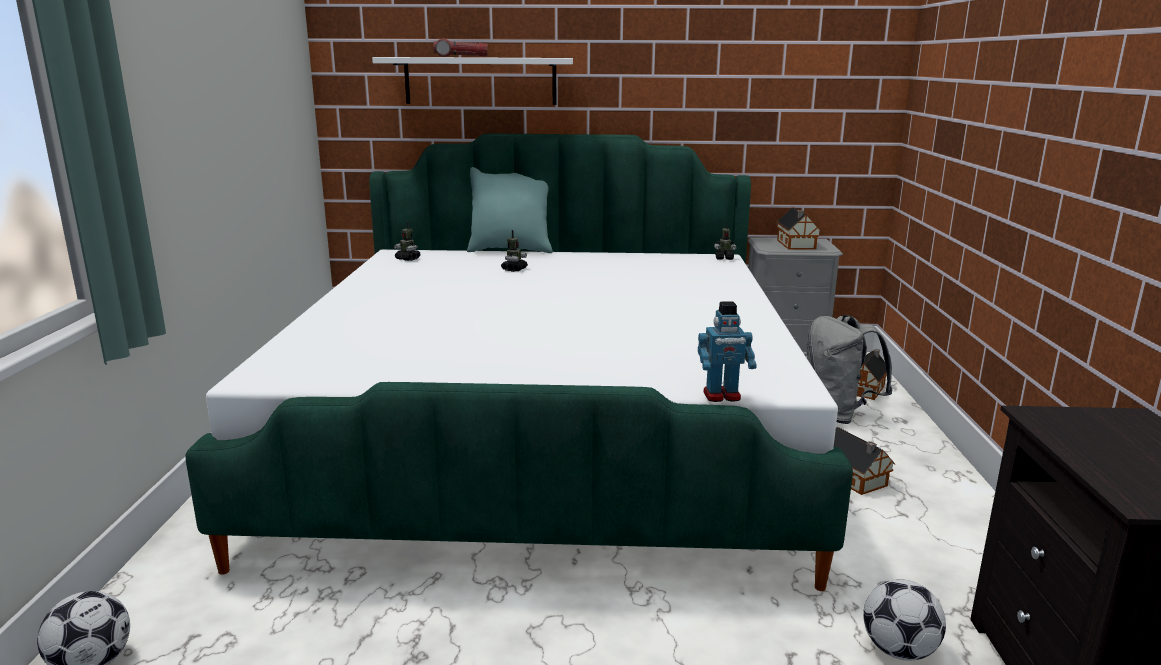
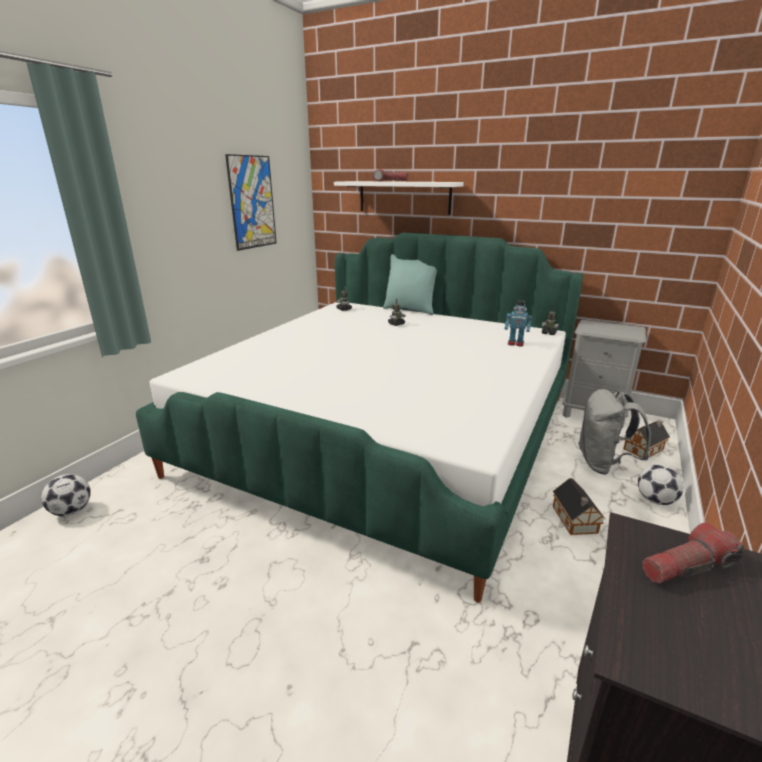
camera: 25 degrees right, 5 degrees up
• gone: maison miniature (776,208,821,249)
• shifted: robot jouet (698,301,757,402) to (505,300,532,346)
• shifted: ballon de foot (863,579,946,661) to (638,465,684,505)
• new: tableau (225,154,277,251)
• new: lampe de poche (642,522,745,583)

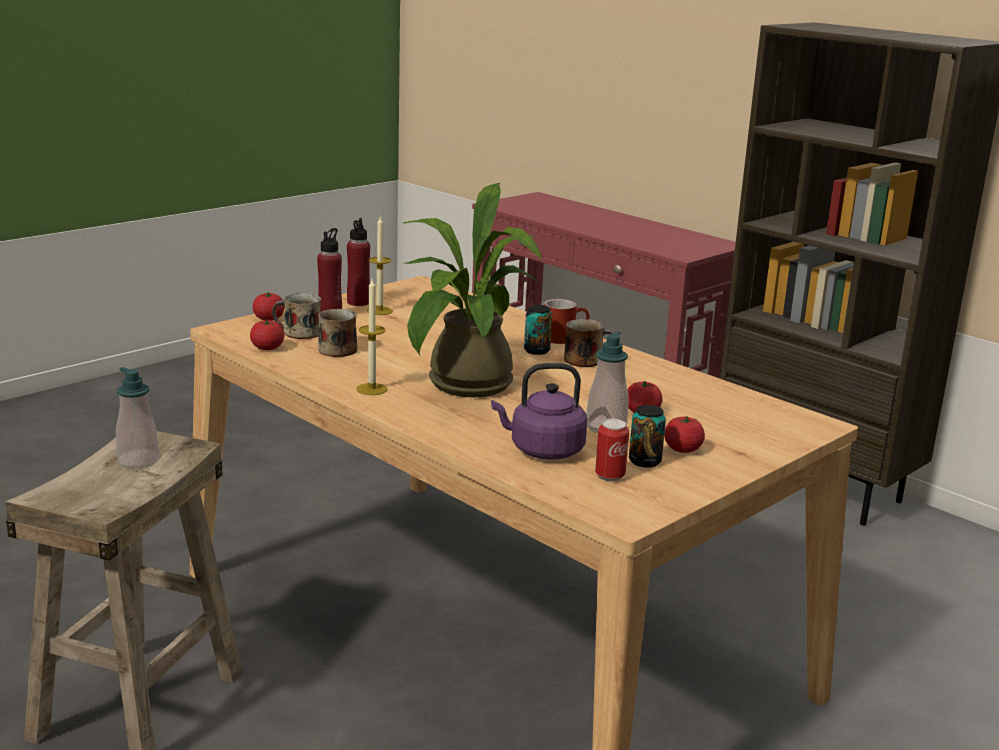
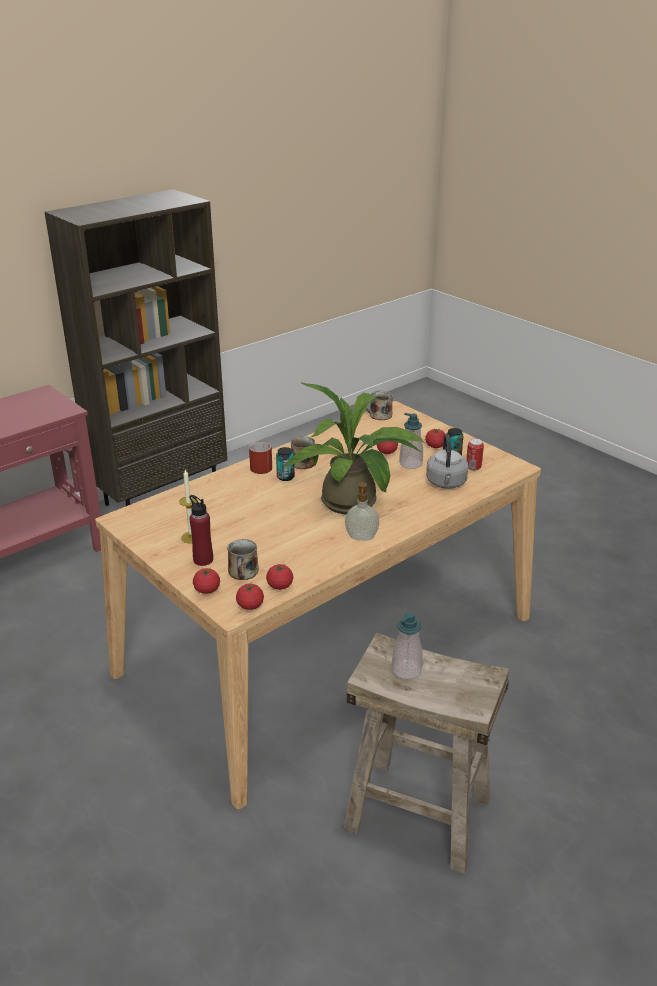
camera: 85 degrees left, 10 degrees up
• gone: bouteille [rouge] (347,218,370,306)
• swapped: bougie (356,277,387,395) to distributeur de savon (345,482,379,540)
• shifted: mug (318,309,357,357) to (366,391,393,420)
• repainted: bouilloire [violet] (491,363,587,460) to bouilloire [gris] (426,433,468,489)
• new: tomate (236,583,264,610)

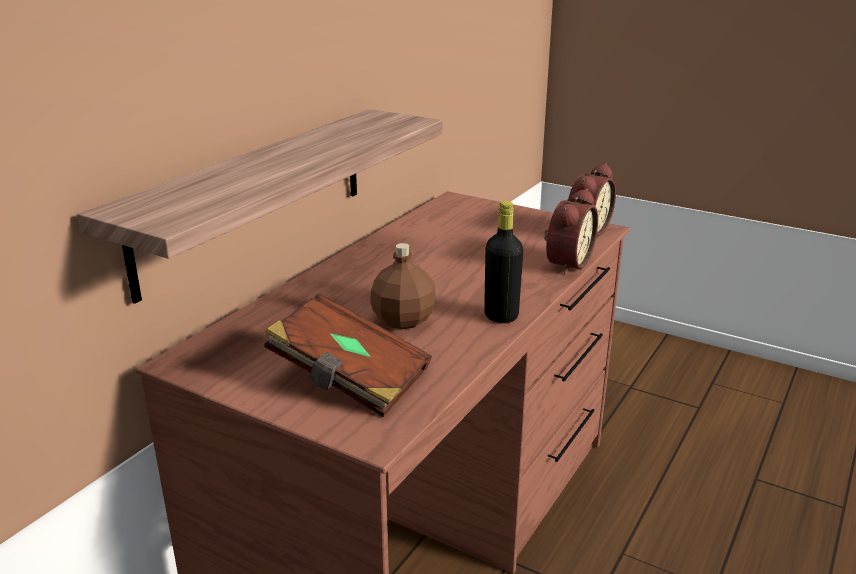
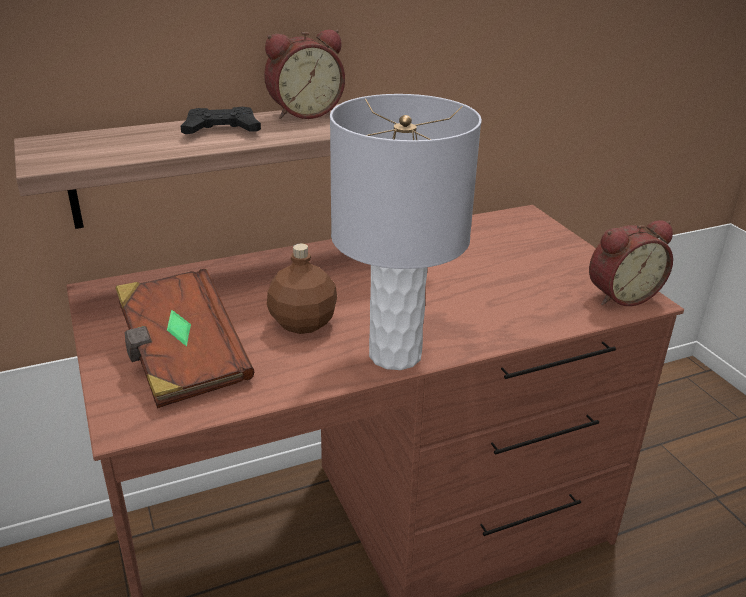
camera: 35 degrees right, 5 degrees up
• shifted: réveil (544,189,598,274) to (264,29,345,119)
• swapped: bouteille [noir] (484,201,523,323) to lampe de table [gris] (330,94,482,370)
• new: manette [noir] (181,107,261,134)

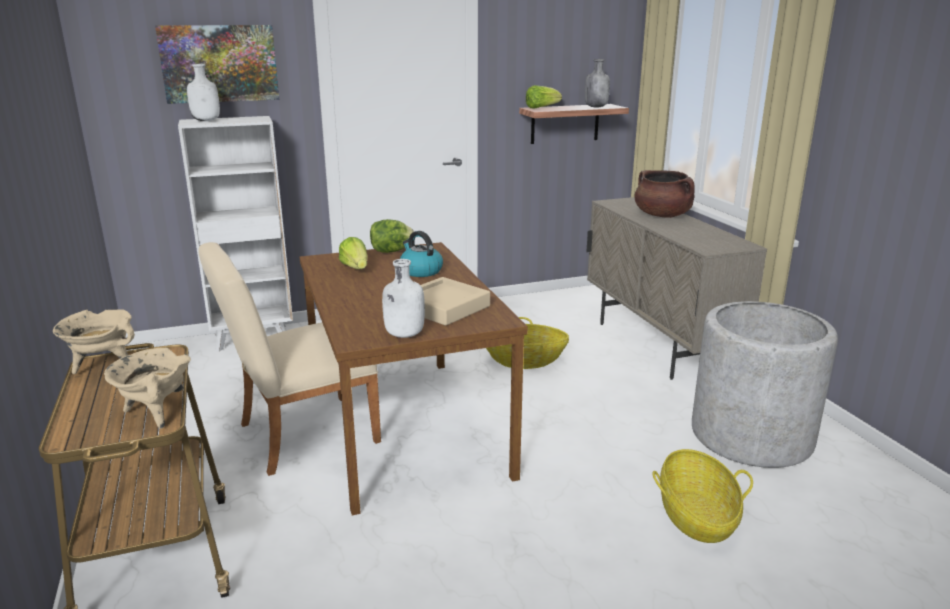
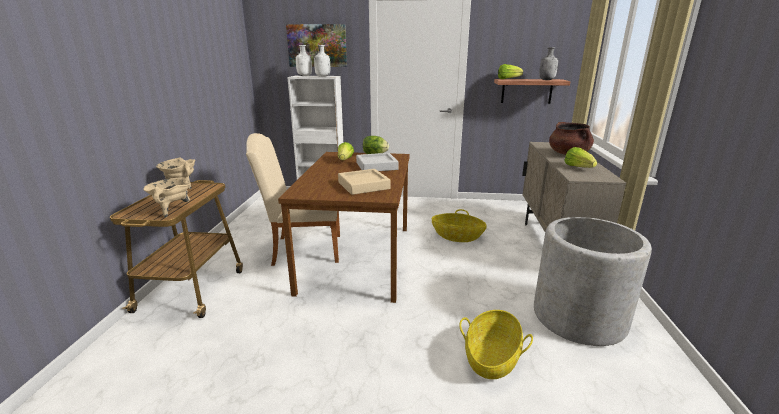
camera: 25 degrees right, 0 degrees up
• swapped: bouilloire (400,231,443,277) to plateau [gris] (356,153,399,171)
• shifted: bouteille [blanc] (382,259,425,338) to (314,45,330,77)
• new: laitue (564,147,597,168)

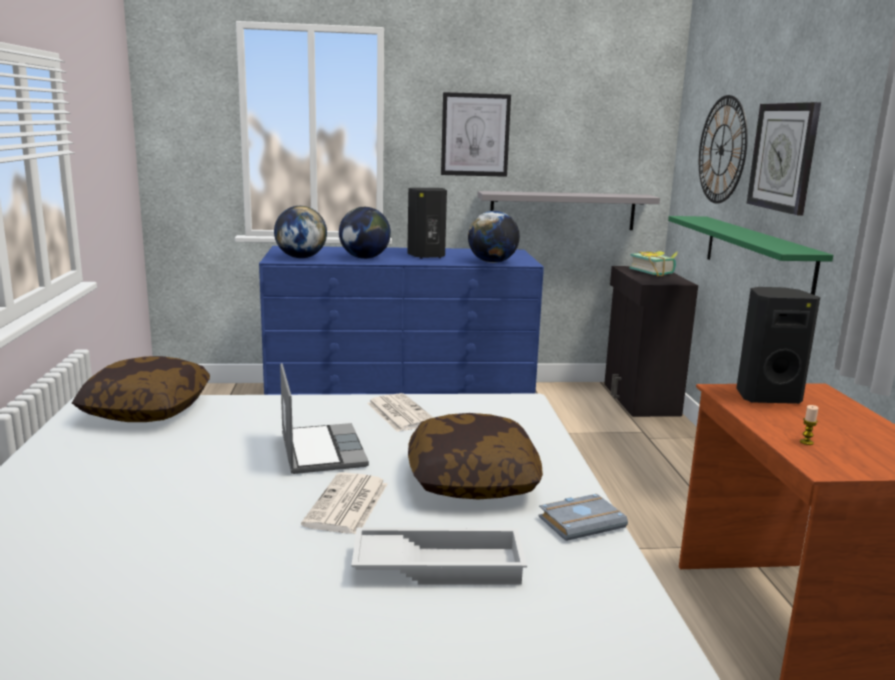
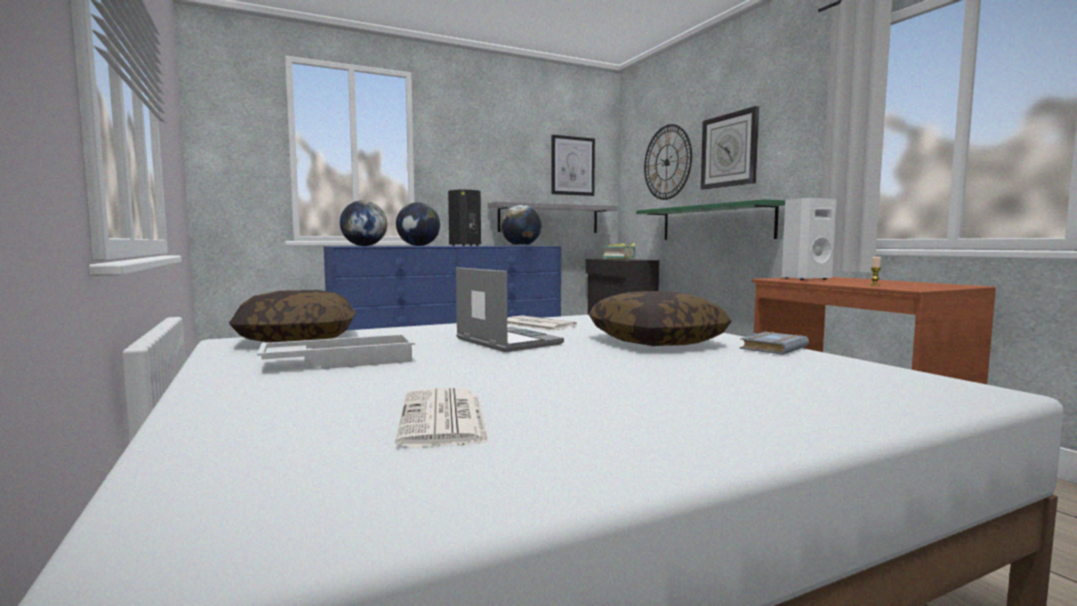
camera: 20 degrees left, 10 degrees down
• shifted: tableau (441,92,511,177) to (551,135,595,196)
• repainted: enceinte [noir] (736,287,820,404) to enceinte [blanc] (782,198,837,280)
• shifted: journal (301,472,387,534) to (395,388,489,447)
• shifted: plateau [blanc] (351,528,527,585) to (257,334,415,369)

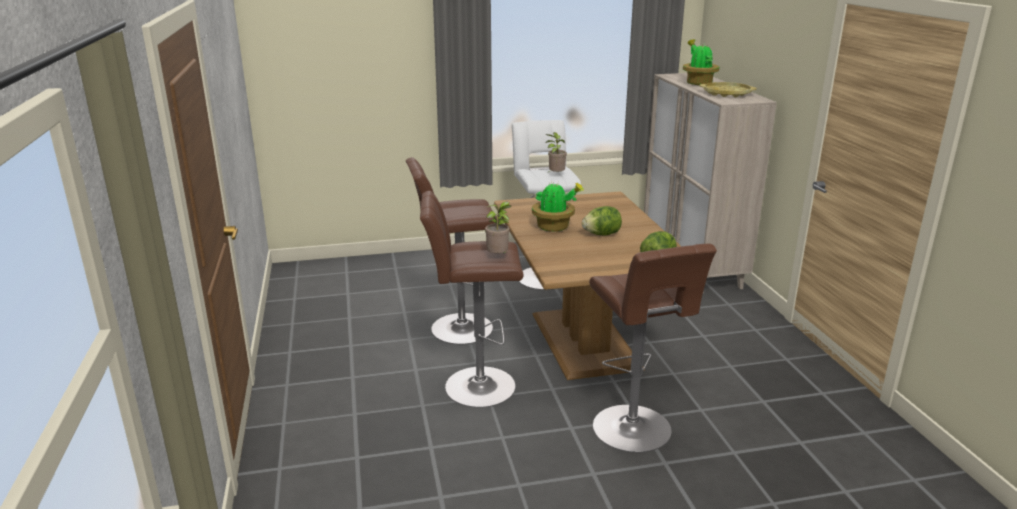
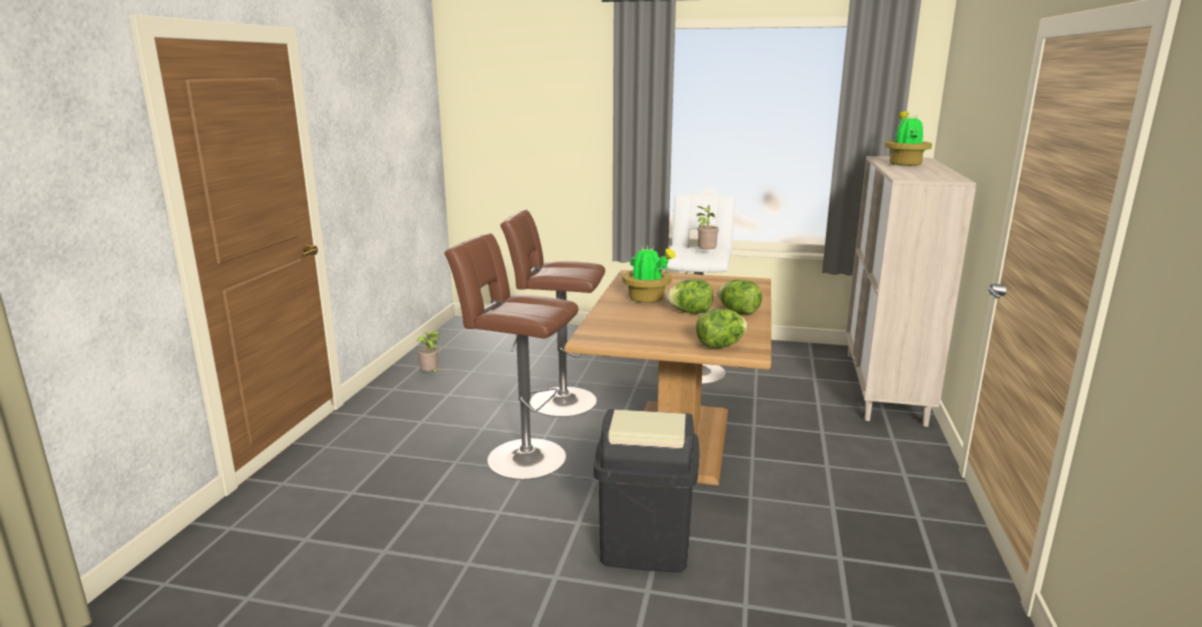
camera: 25 degrees right, 5 degrees down
• gone: plateau [jaune] (700,82,757,97)
• shifted: plante en pot (485,202,511,254) to (417,331,442,372)
• swapped: tabouret [marron] (589,244,717,453) to poubelle [noir] (594,409,700,572)
• new: laitue (717,279,762,314)

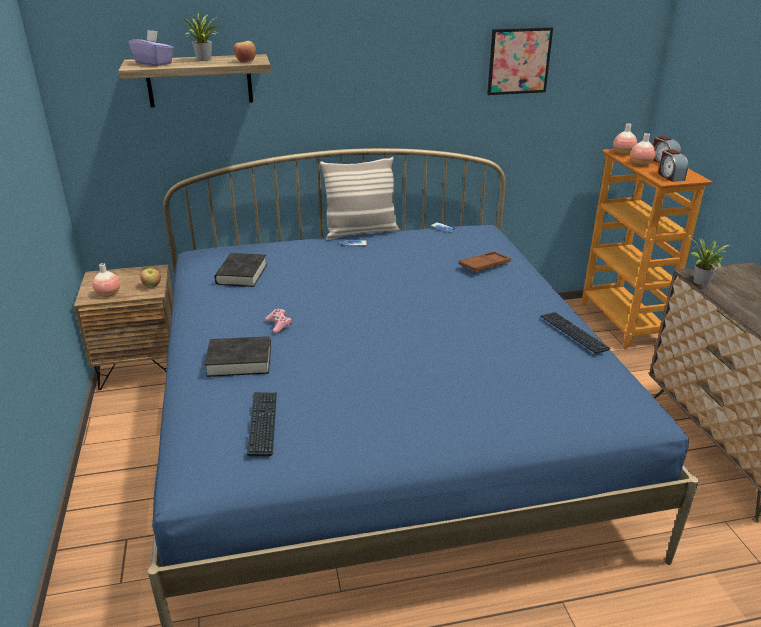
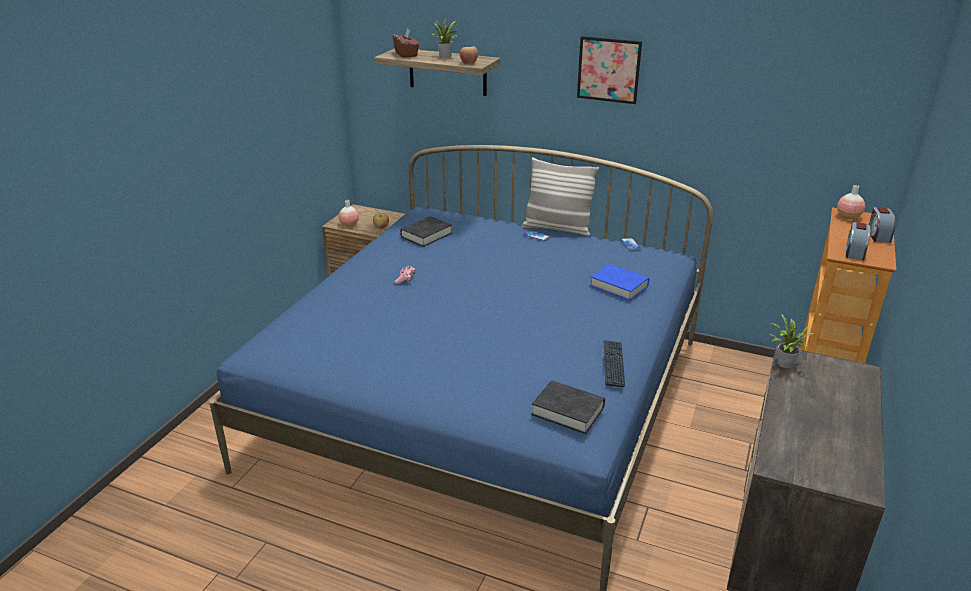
camera: 35 degrees right, 0 degrees up
• shifted: tableau (487,27,553,95) to (577,36,642,104)
• repainted: boîte à mouchoirs [violet] (129,30,174,66) to boîte à mouchoirs [marron] (393,28,419,58)
• gone: vase (630,133,656,166)
• swapped: plateau [marron] (459,251,511,273) to livre [bleu] (590,264,649,301)
• shifted: livre [noir] (204,336,271,377) to (531,380,605,434)
• gone: clavier (247,392,277,456)

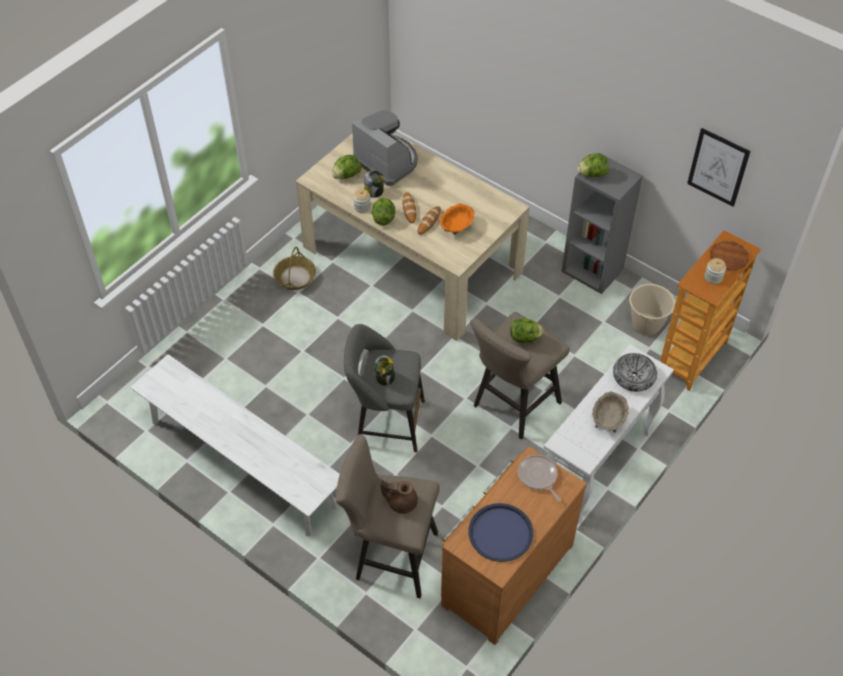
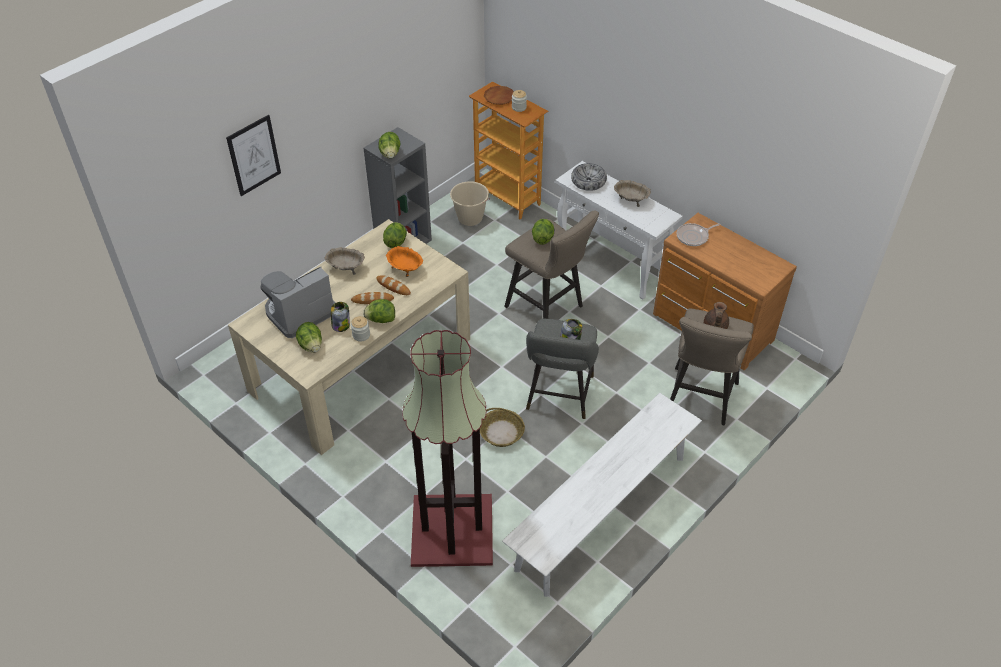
camera: 85 degrees left, 5 degrees down
• shifted: tableau (687,128,751,207) to (226,115,281,196)
• shifted: panier (273,247,316,290) to (480,408,525,447)
• gone: plateau [bleu] (468,503,533,562)
• new: laitue (383,222,407,248)
• new: bol [beige] (325,247,365,275)
• new: lampadaire (402,330,493,567)

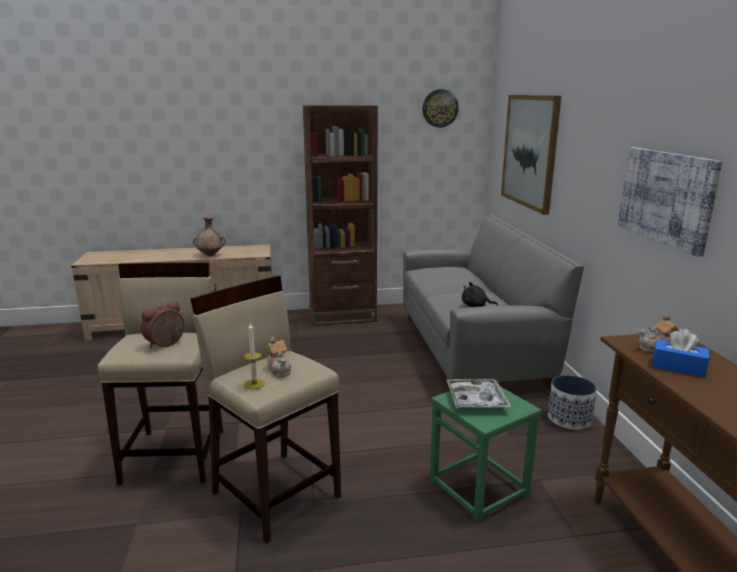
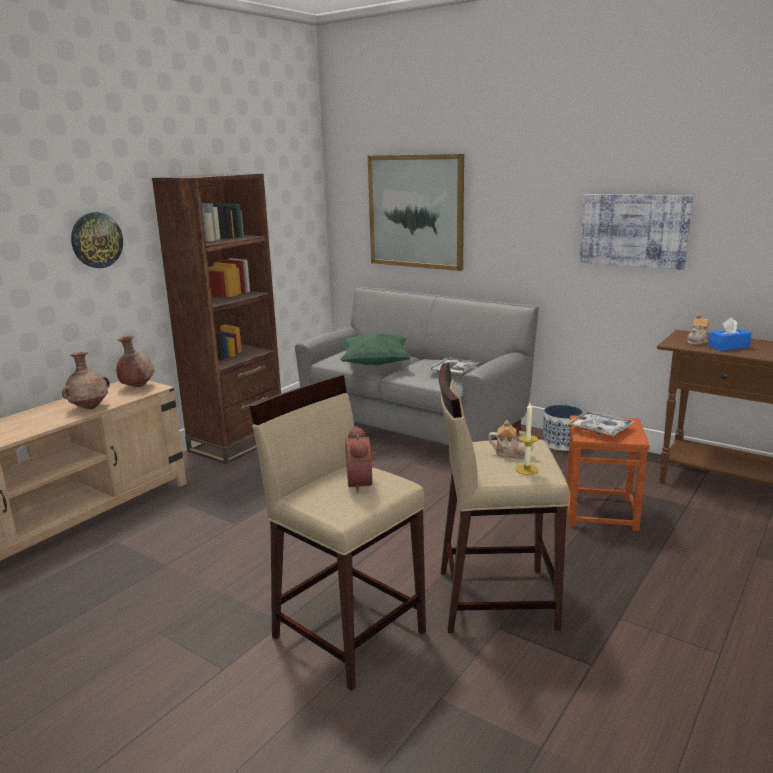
camera: 45 degrees left, 0 degrees up
• shifted: horloge murale (422,89,459,128) to (71,212,123,268)
• swapped: peluche [noir] (462,282,498,307) to plateau (429,357,481,374)
• repainted: tabouret [vert] (430,378,541,524) to tabouret [marron] (567,415,650,532)
• new: coussin [vert] (340,333,411,365)
• new: vase [marron] (116,335,154,387)

